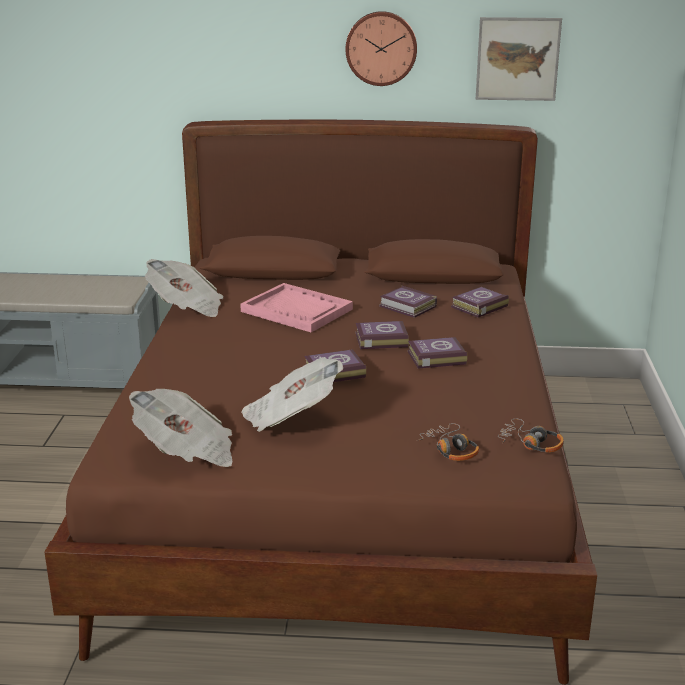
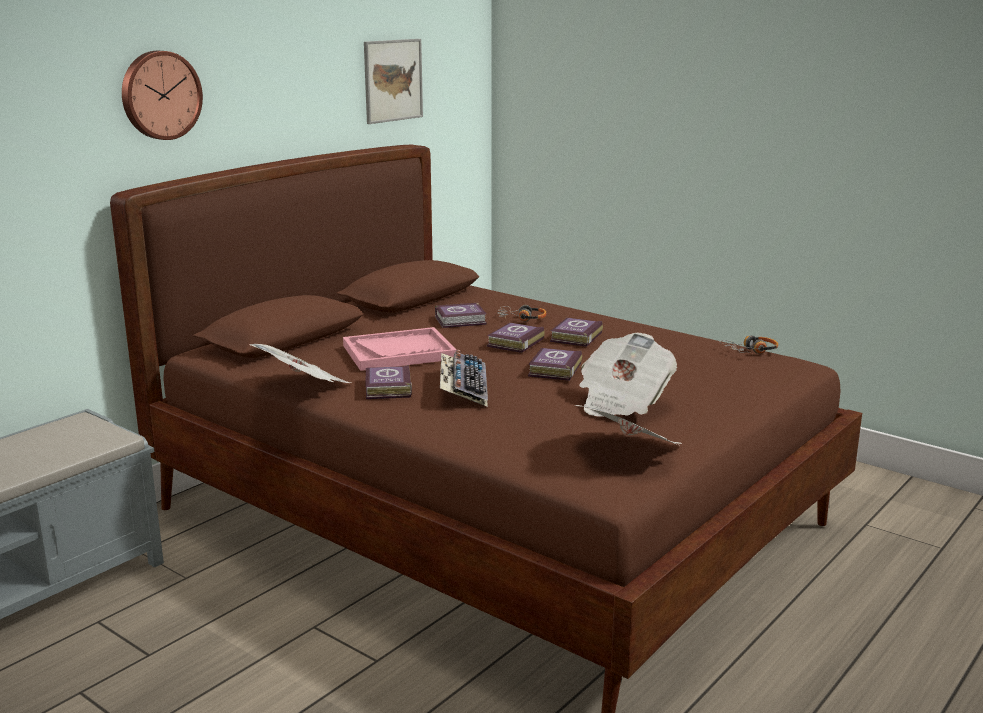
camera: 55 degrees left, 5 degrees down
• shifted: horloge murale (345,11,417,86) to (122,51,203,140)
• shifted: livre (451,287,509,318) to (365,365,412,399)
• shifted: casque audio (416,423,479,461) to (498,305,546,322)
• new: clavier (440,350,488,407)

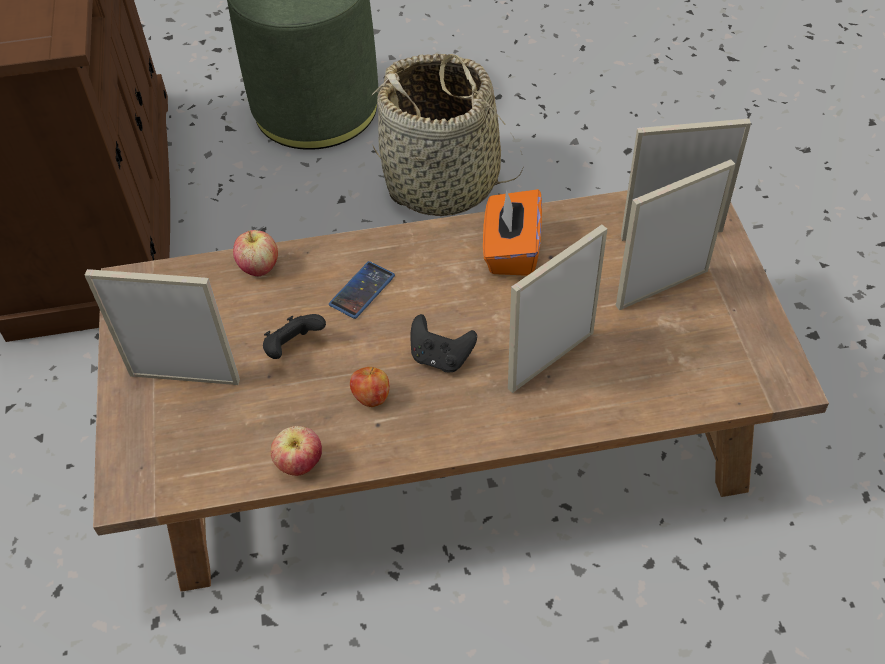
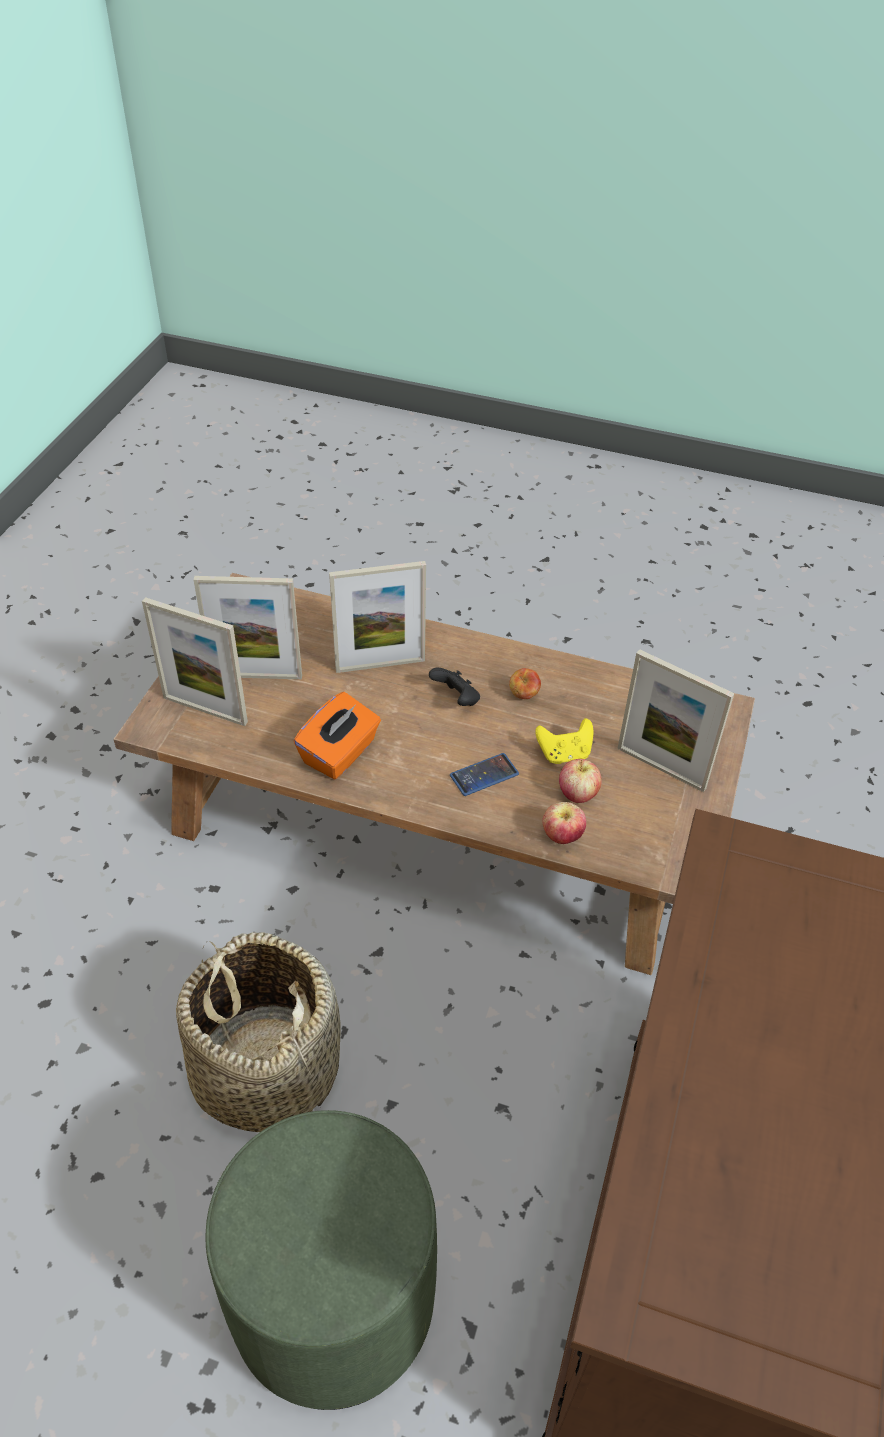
camera: 155 degrees left, 5 degrees down
• repainted: manette [noir] (263,314,326,359) to manette [jaune] (535,718,593,764)
• shifted: pomme (271,426,322,476) to (559,759,602,803)

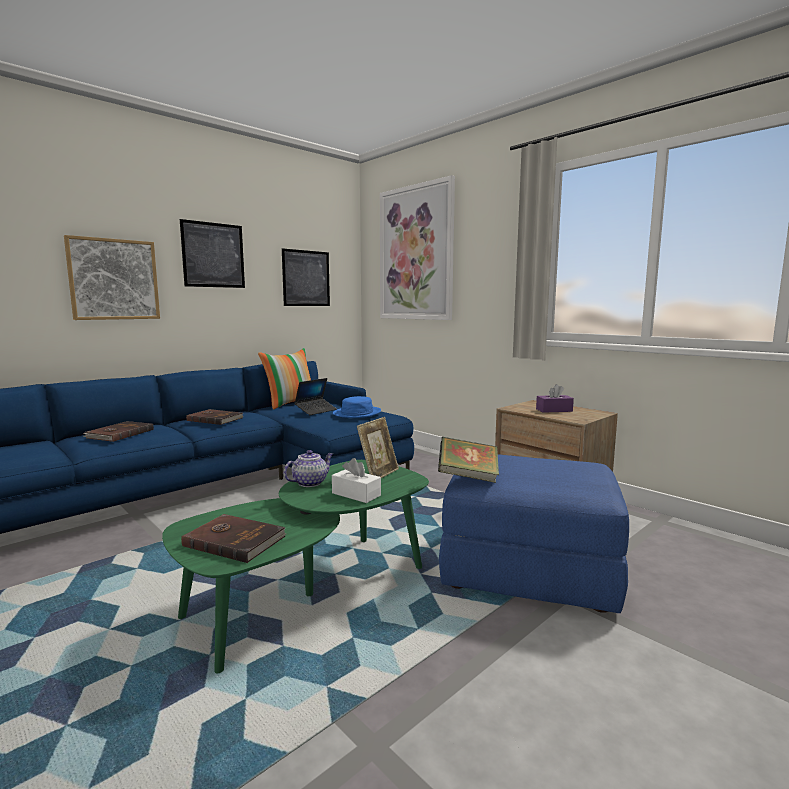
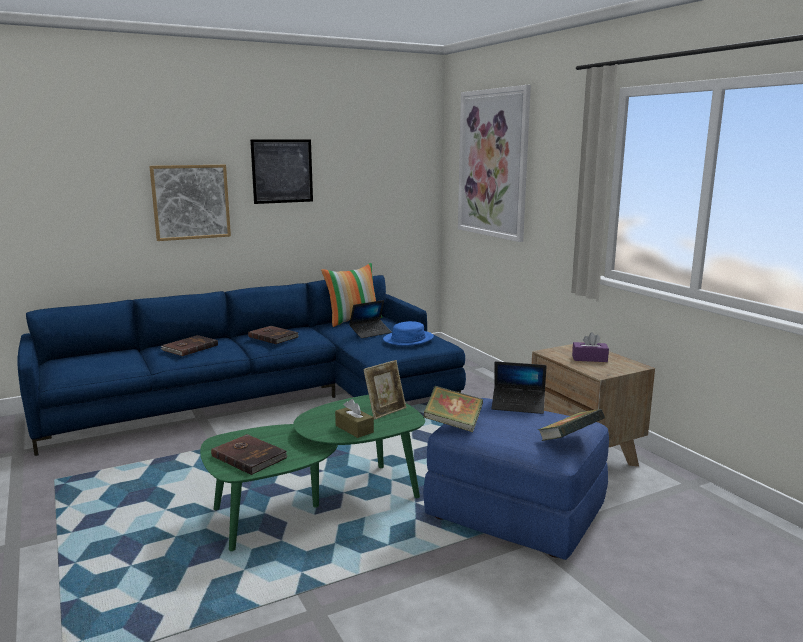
camera: 15 degrees right, 5 degrees up
• gone: tableau (282,248,330,306)
• gone: théière (284,450,333,487)
• repainted: boîte à mouchoirs [blanc] (332,458,381,503) to boîte à mouchoirs [marron] (335,399,374,438)
• new: ordinateur portable (492,361,547,414)
• new: livre (537,409,605,441)

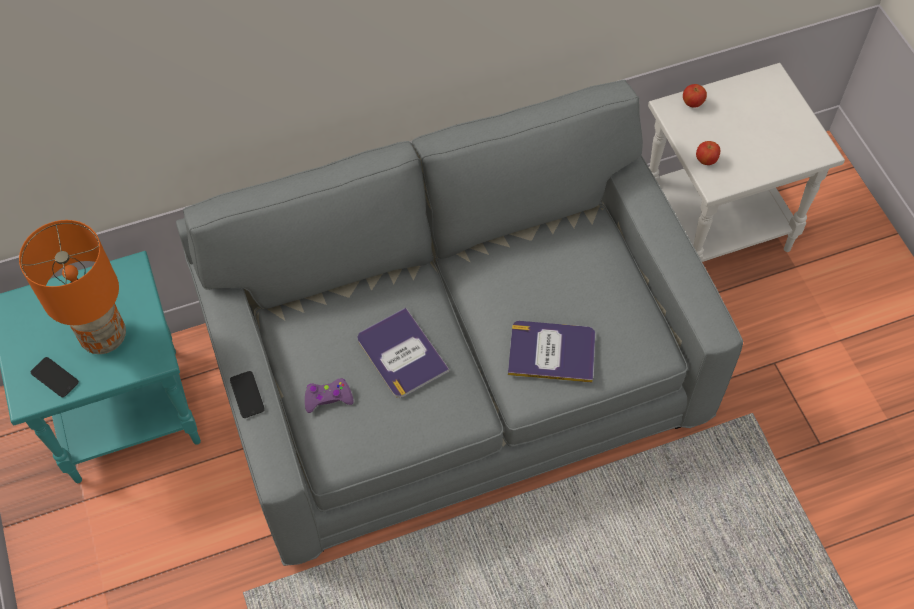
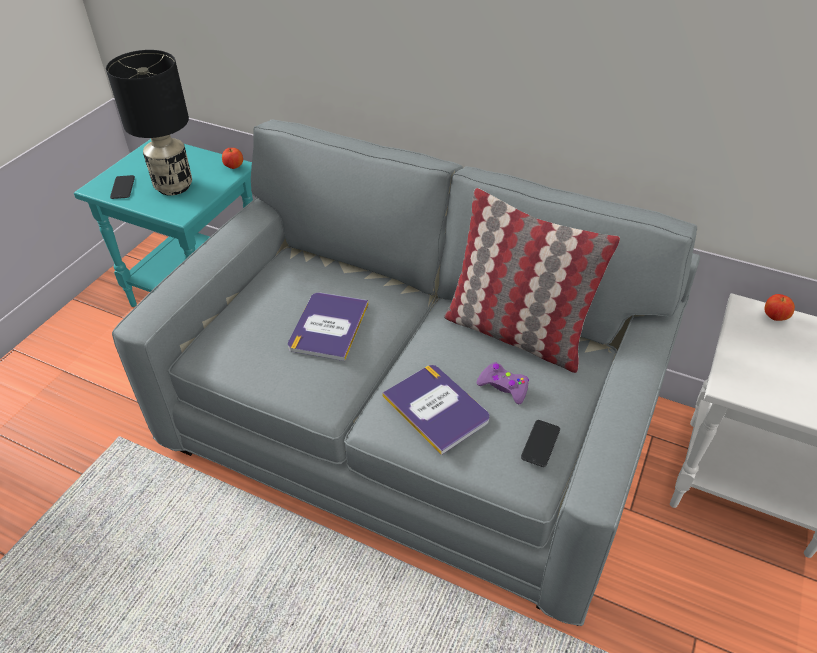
camera: 45 degrees right, 15 degrees down
• shifted: pomme (696,141,720,165) to (222,148,243,169)
• repainted: lampe de table [orange] (19,220,126,354) to lampe de table [noir] (106,50,192,196)
• shifted: téléphone (230,371,265,418) to (521,420,560,467)
• shifted: manette [violet] (305,378,353,413) to (477,362,529,404)
• new: coussin (444,188,620,373)

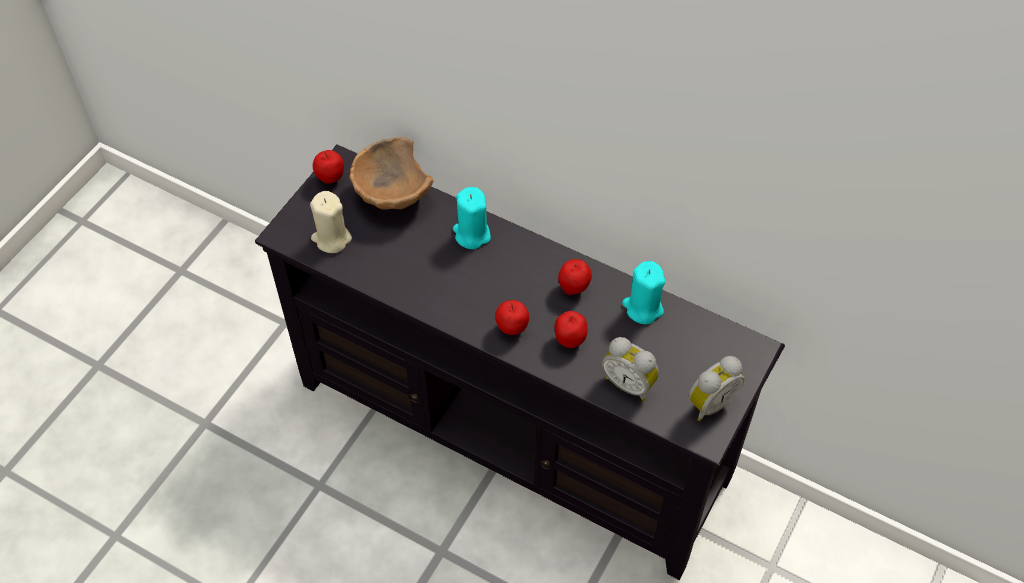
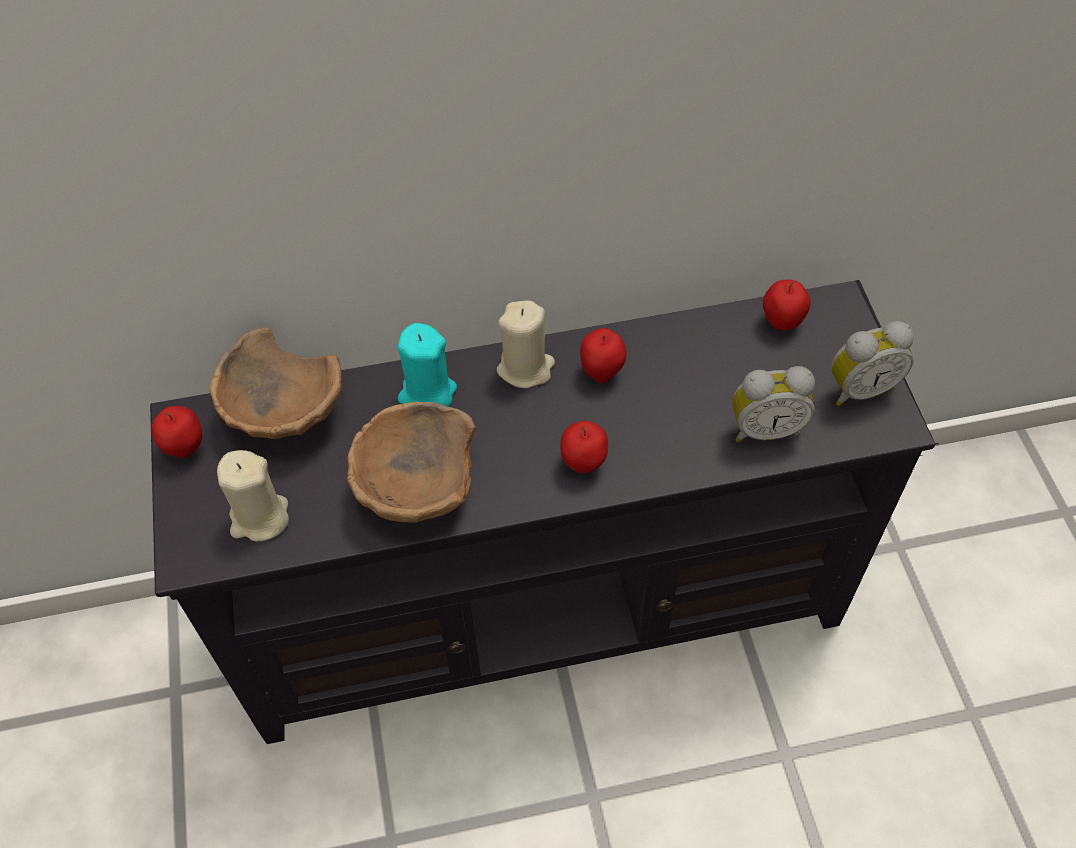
camera: 40 degrees left, 0 degrees up
• gone: bougie [turquoise] (622,261,665,324)
• shifted: pomme (555,311,588,348) to (763,280,811,330)
• rotated: réveil (689,356,744,421) = (831,321,914,406) 60 degrees clockwise
• new: bougie [beige] (497,300,555,388)
• new: bol [marron] (347,402,475,523)

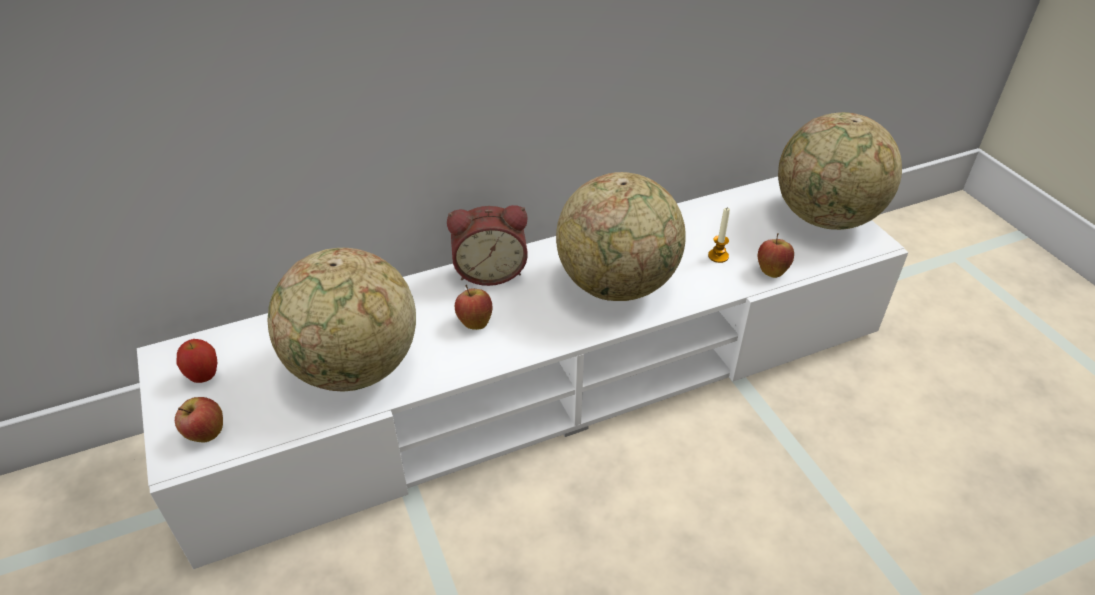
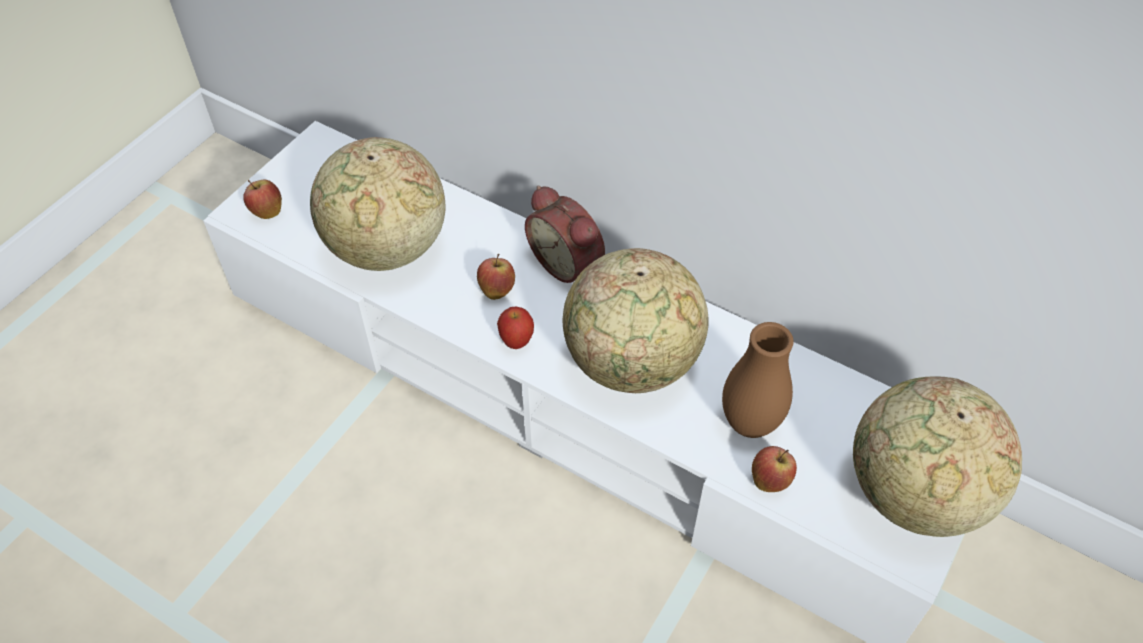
camera: 55 degrees right, 10 degrees up
• swapped: bougie (708,208,730,263) to vase [marron] (722,322,794,438)
• shifted: pomme (176,339,217,383) to (497,307,534,349)

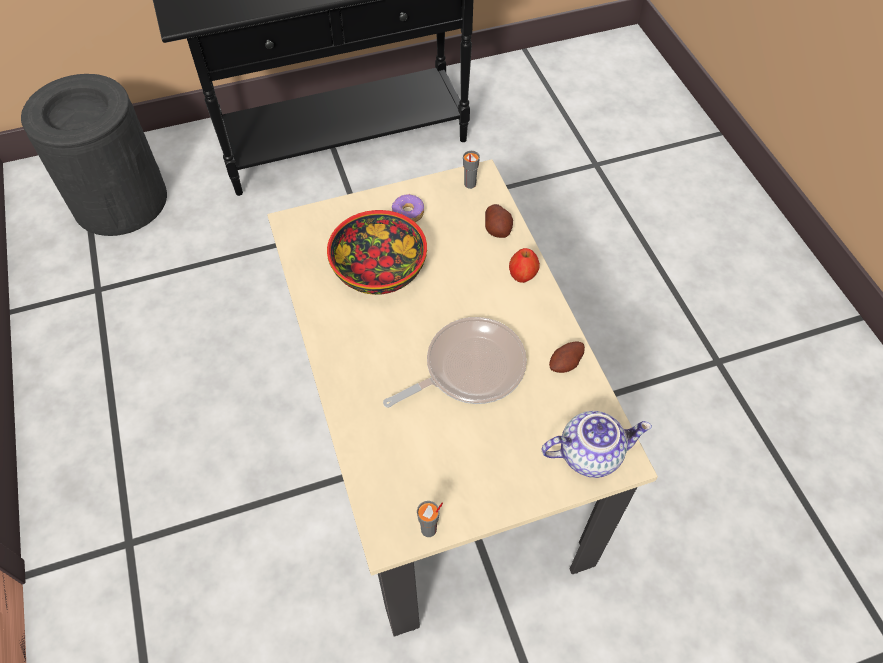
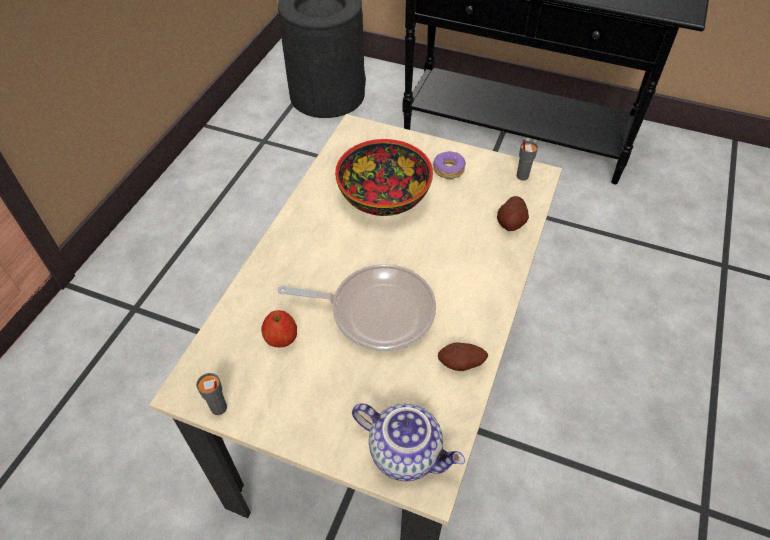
camera: 40 degrees right, 5 degrees down
• shifted: pomme (509,248,540,283) to (261,310,297,347)

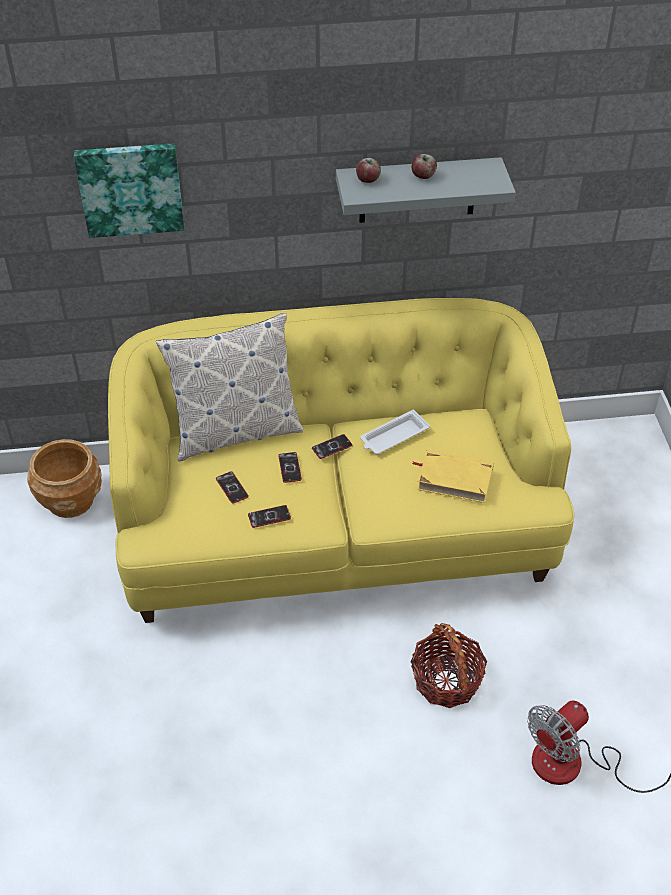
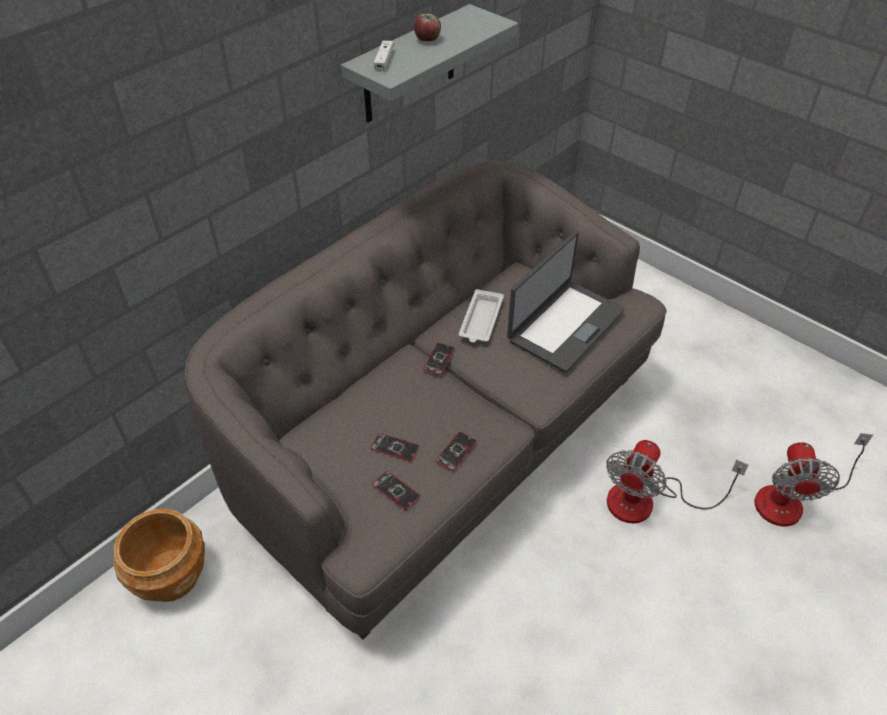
camera: 40 degrees left, 0 degrees up
• gone: tableau (74,143,184,238)
• swapped: pomme (356,158,381,183) to manette [blanc] (374,40,394,72)
• repainted: canapé [jaune] (108,298,574,623) to canapé [gris] (185,160,667,640)
• gone: coussin (156,313,303,462)
• swapped: livre [jaune] (412,449,494,503) to ordinateur portable (507,231,625,373)
• shifted: téléphone (278,452,302,483) to (372,471,420,510)
• swapped: panier (411,623,487,708) to ventilateur (606,440,749,524)

